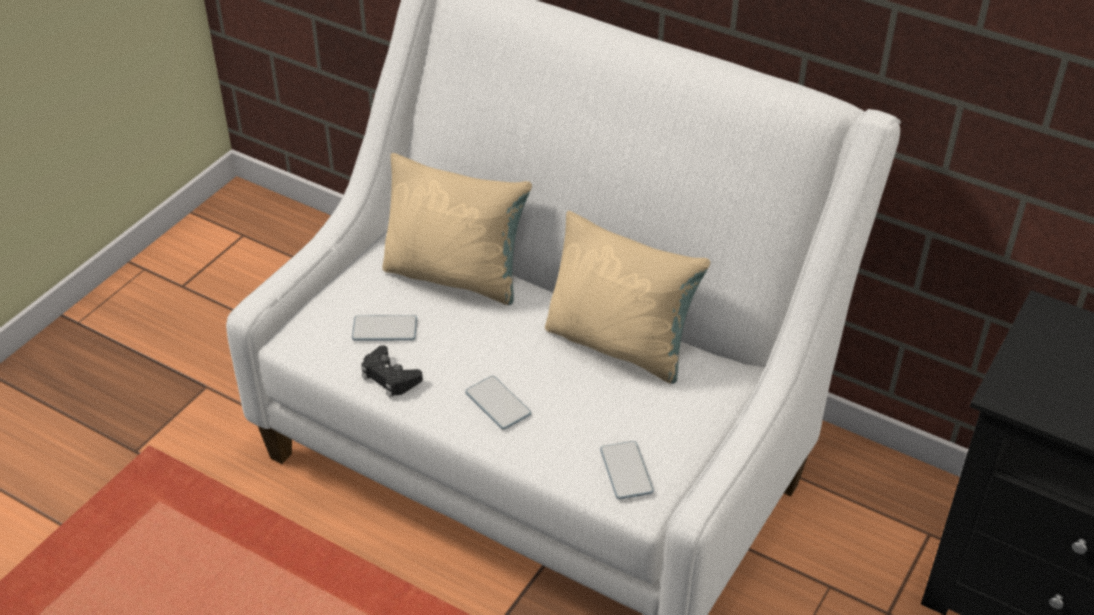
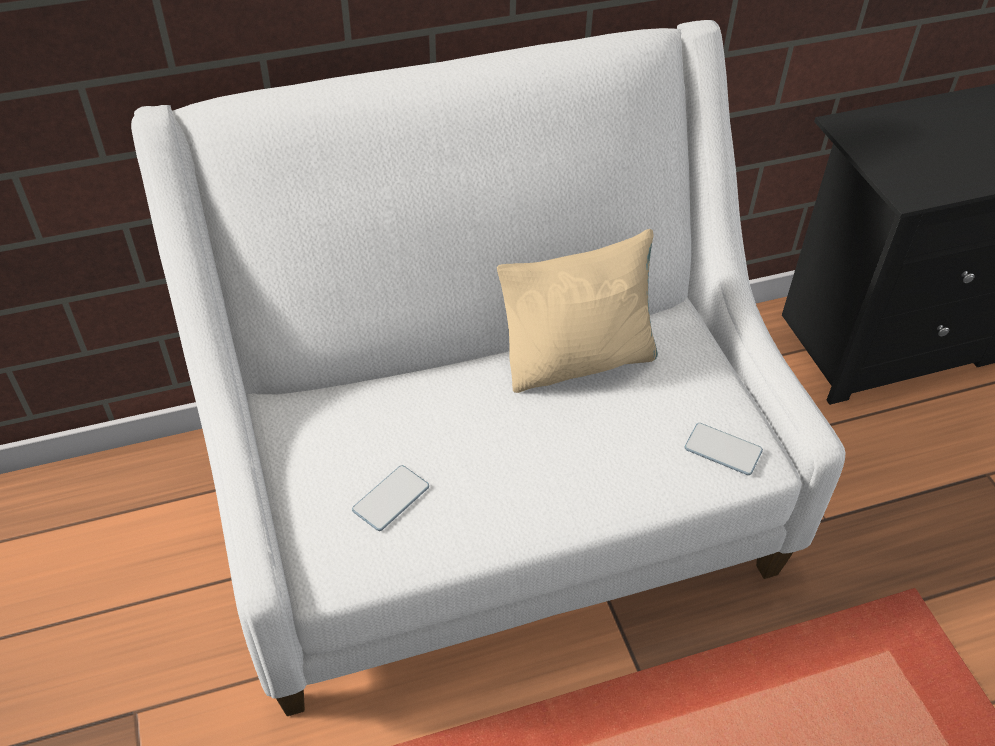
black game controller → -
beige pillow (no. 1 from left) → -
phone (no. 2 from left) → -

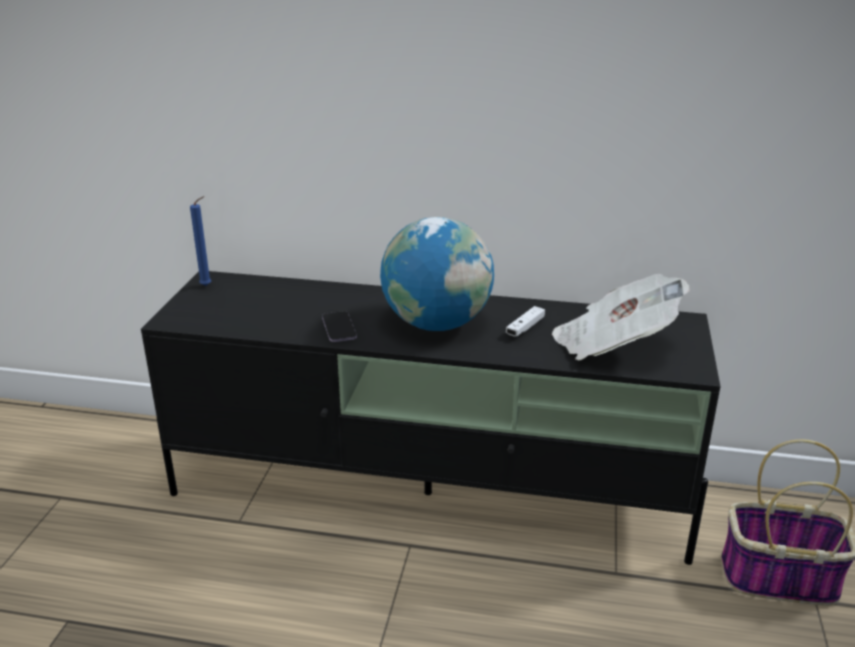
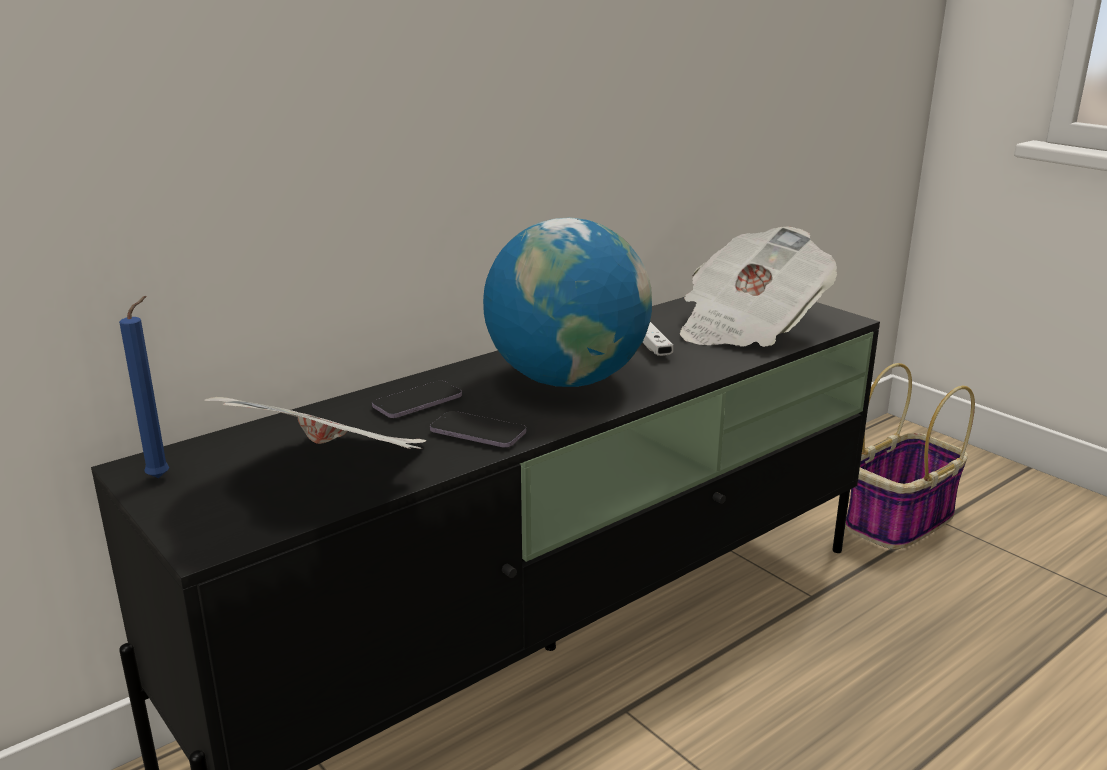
- → newspaper (no. 1 from left)
- → phone (no. 1 from left)

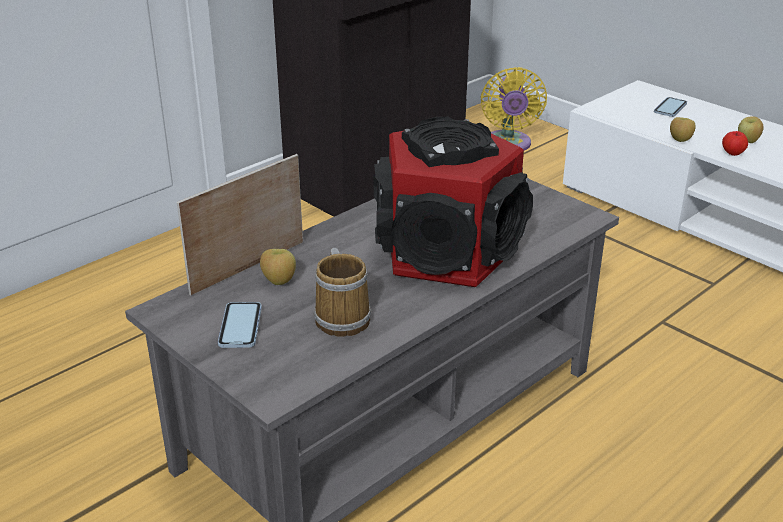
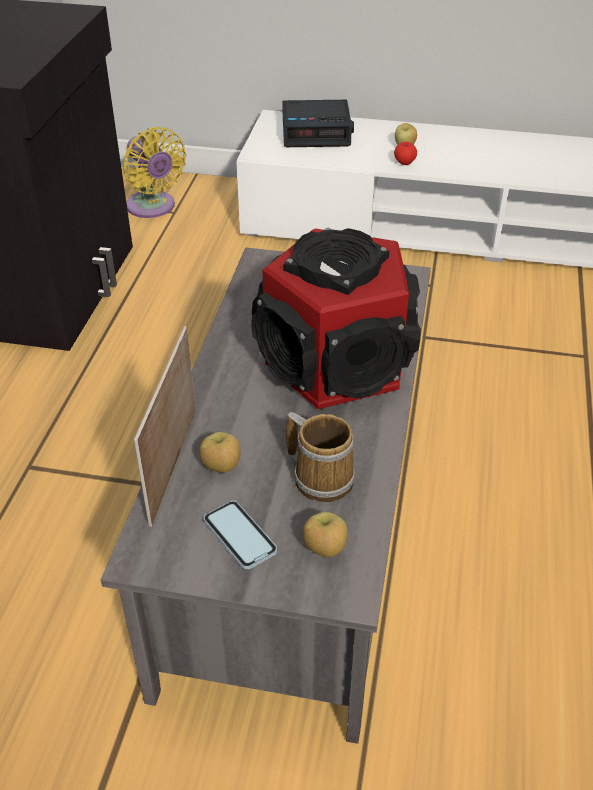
apple (no. 2 from left), shifted
phone (no. 2 from left) → alarm clock

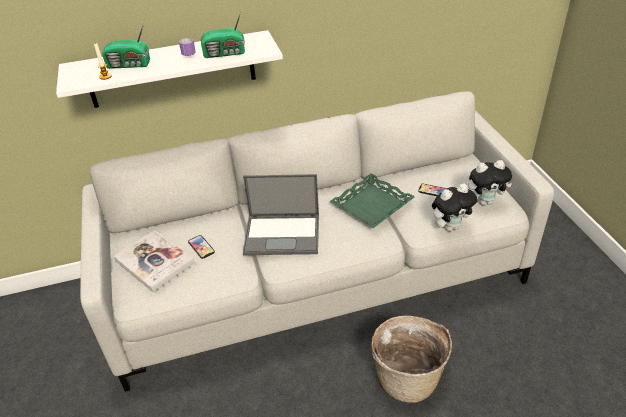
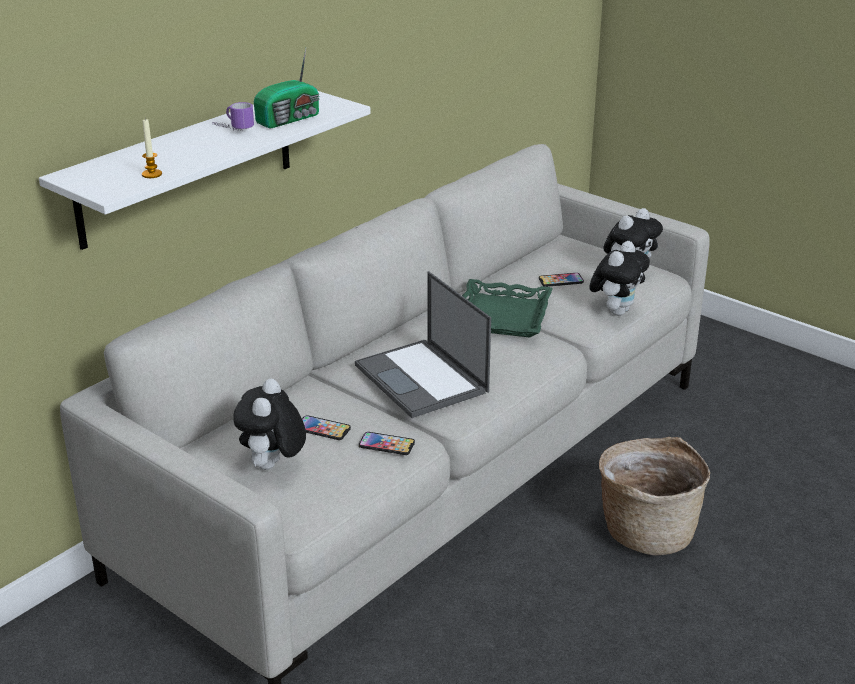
radio (no. 1 from left) → -
- → phone (no. 2 from left)
book → plush toy (no. 1 from left)
laptop, 90 degrees clockwise

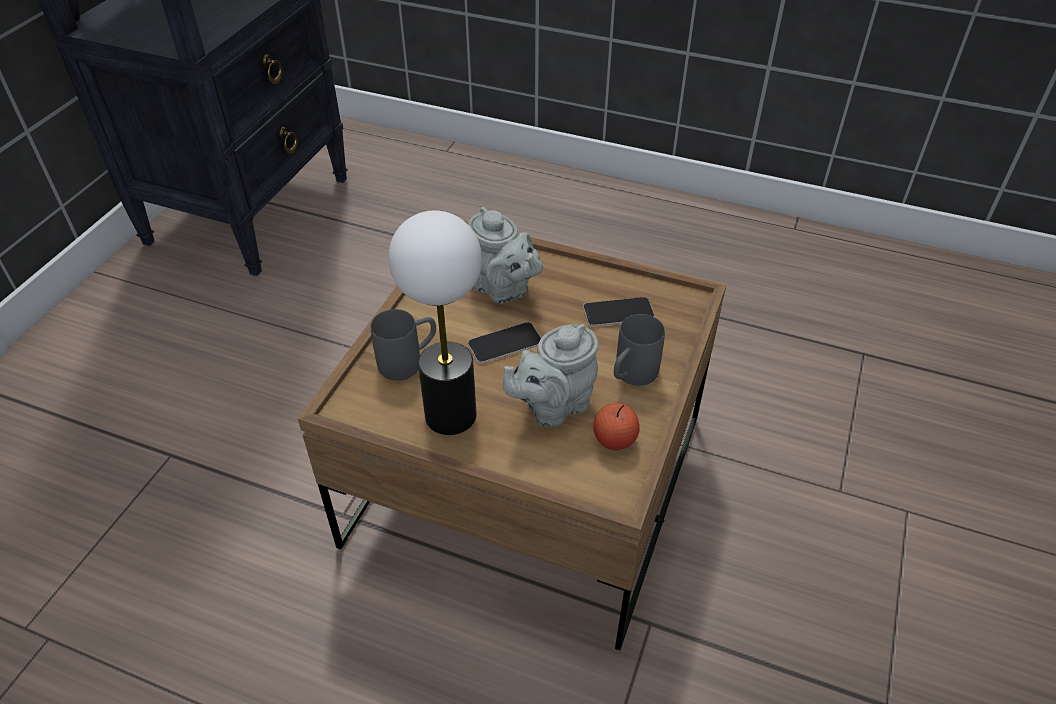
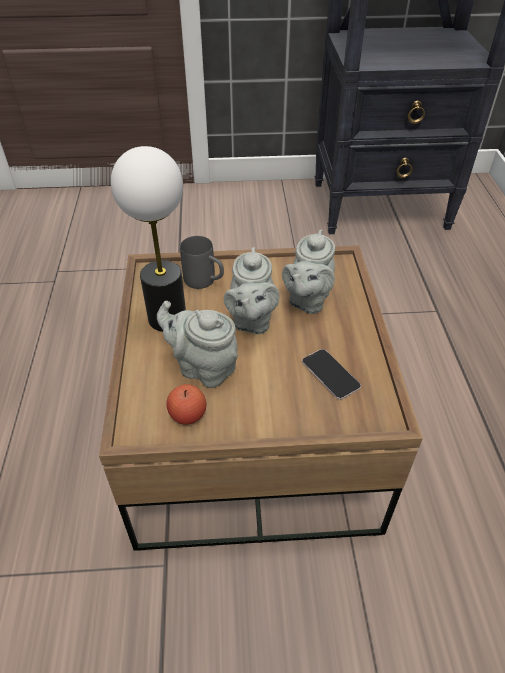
grey mug (no. 2 from left) → -
phone (no. 1 from left) → grey teapot (no. 2 from left)

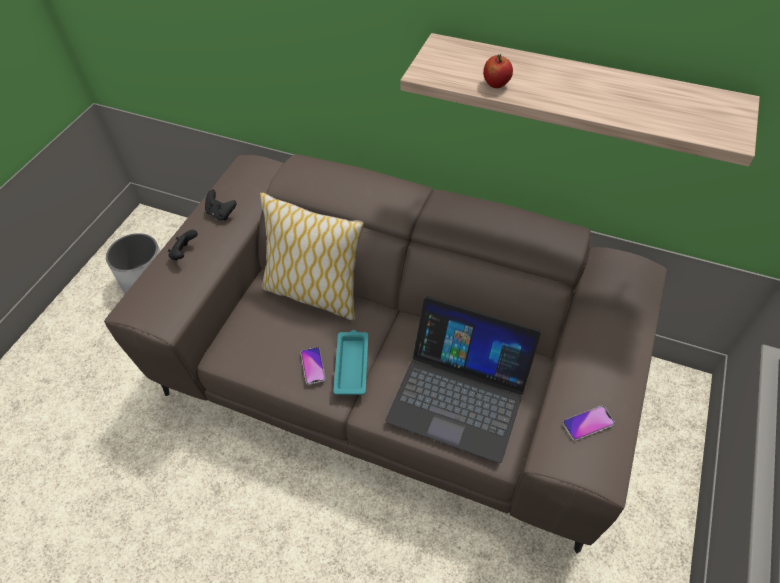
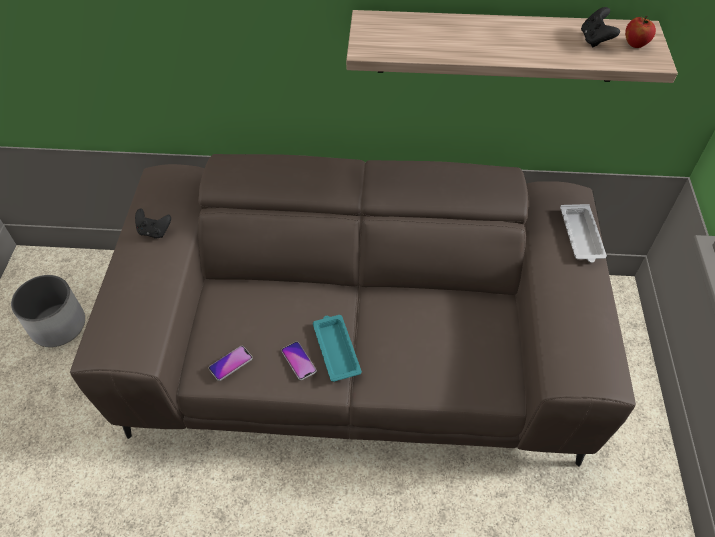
pillow → -
laptop → -
- → white tray
black game controller (no. 1 from left in the first image) → black game controller (no. 2 from left), shifted
apple, shifted
phone (no. 2 from left in the first image) → phone (no. 1 from left), shifted

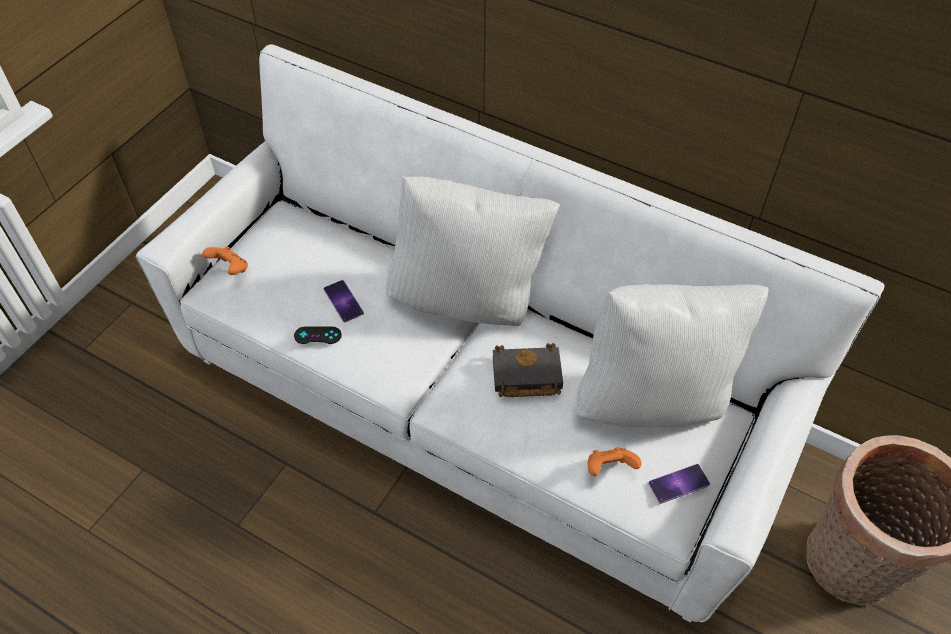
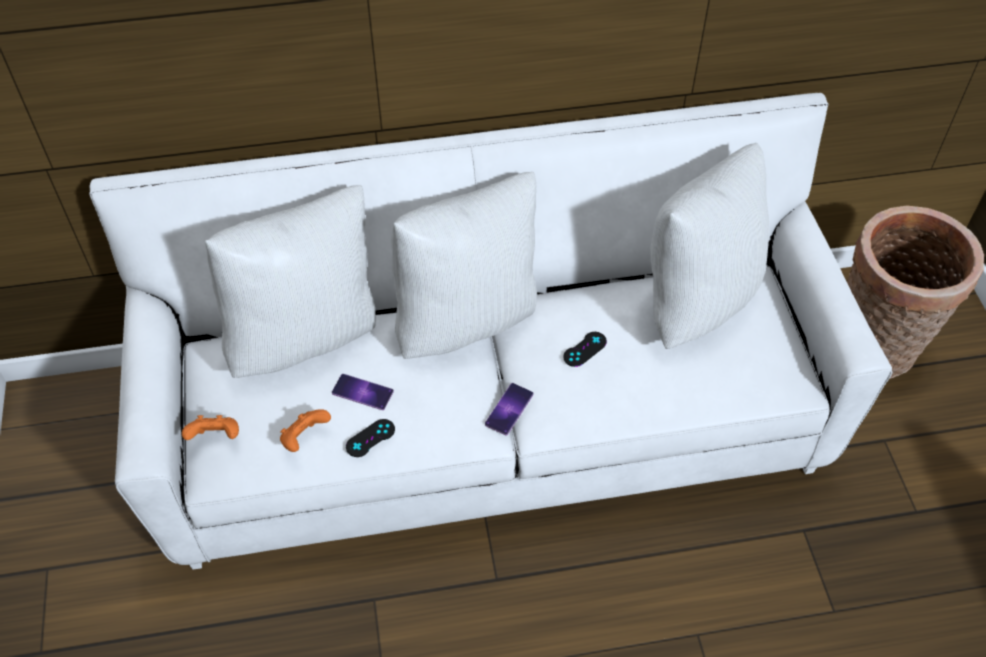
- → white pillow (no. 1 from left)
orange game controller (no. 2 from left), shifted
phone (no. 2 from left), shifted
black book → black game controller (no. 2 from left)

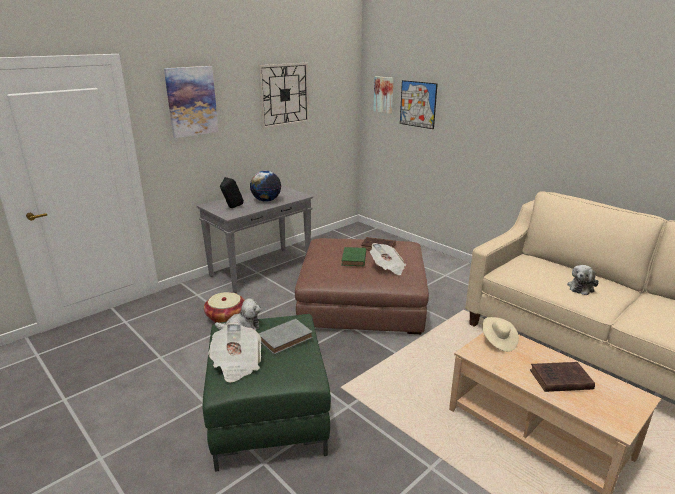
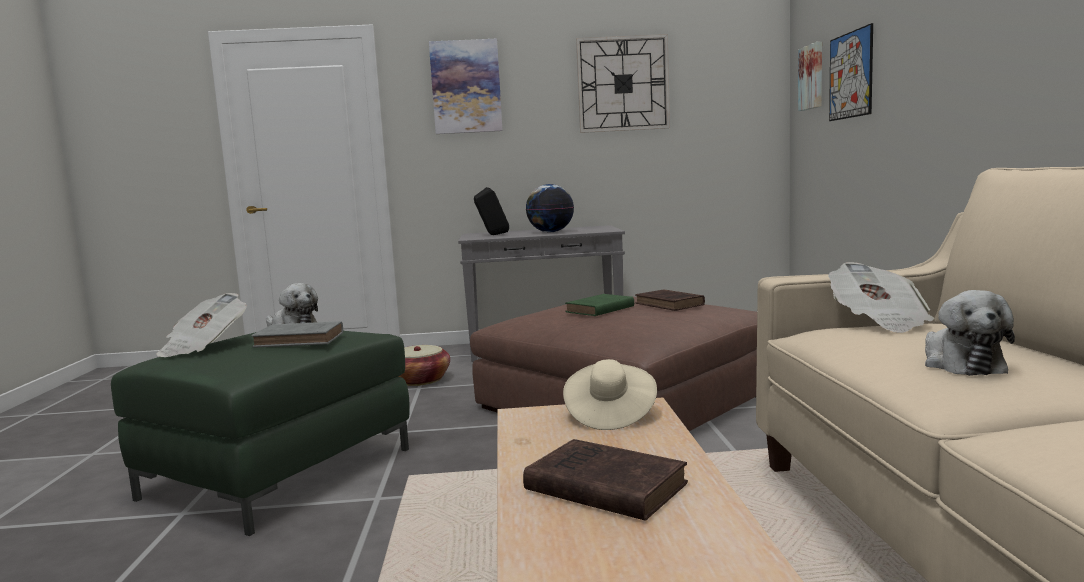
newspaper (no. 2 from left), shifted
plush toy (no. 2 from left), 75 degrees counterclockwise

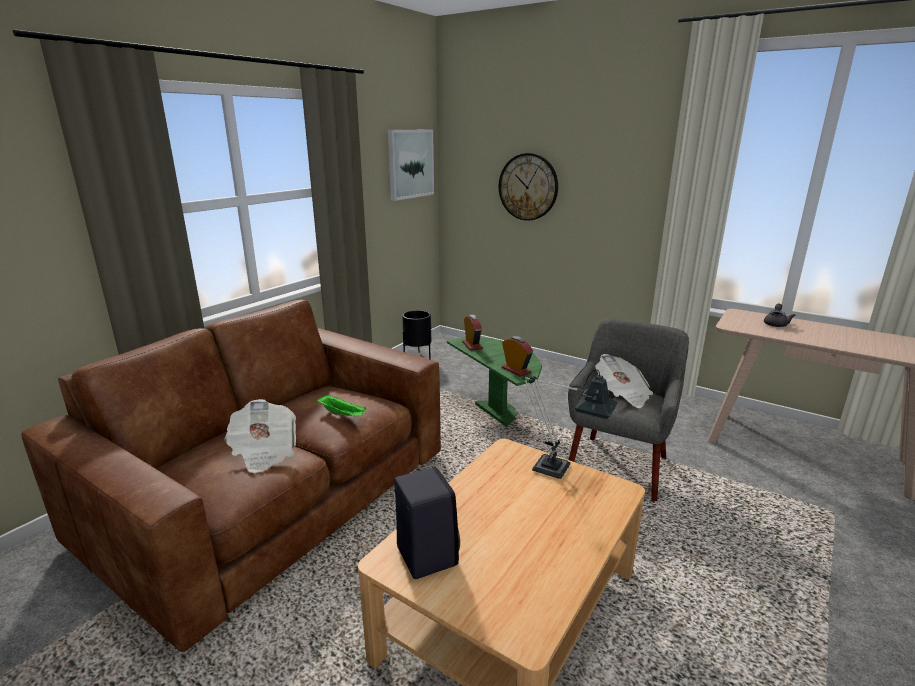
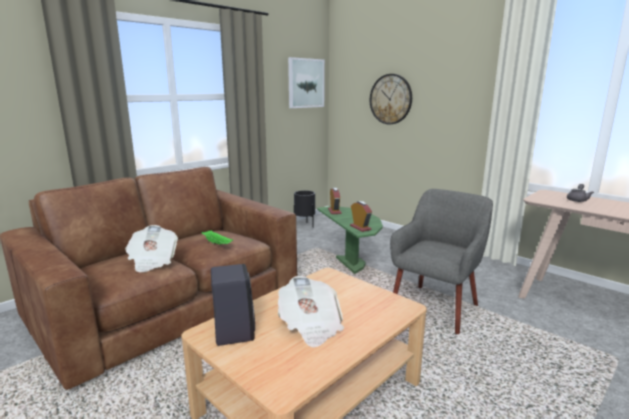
table lamp → -
newspaper (no. 2 from left), shifted

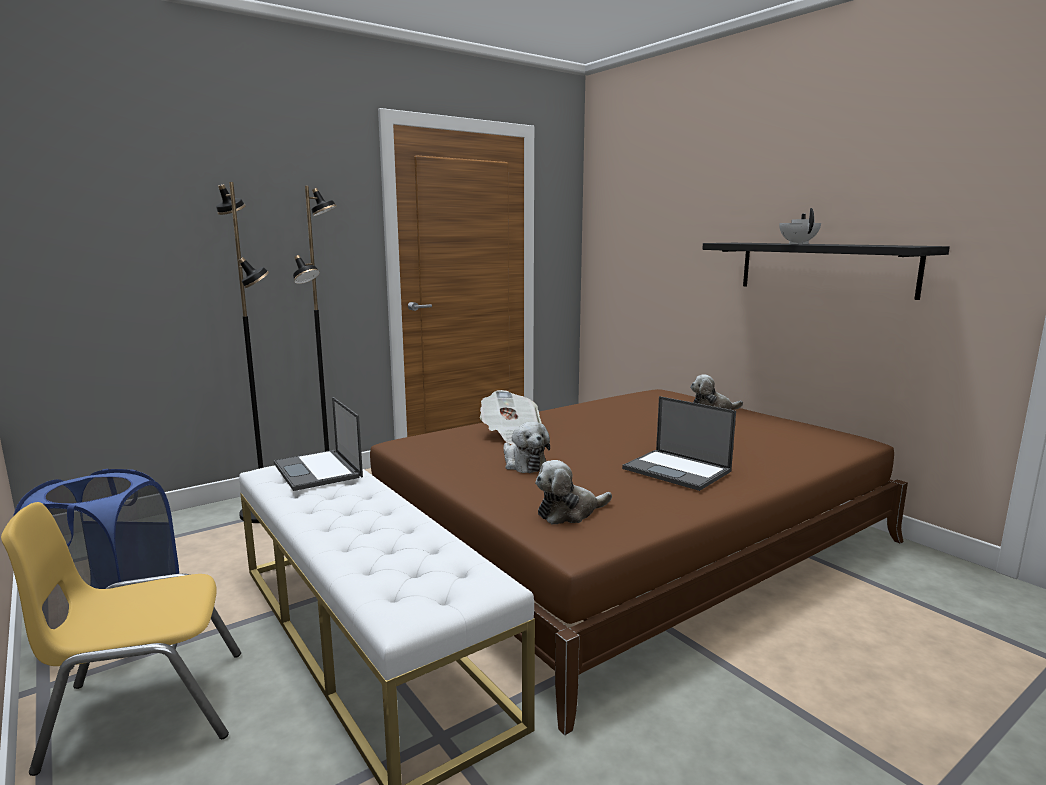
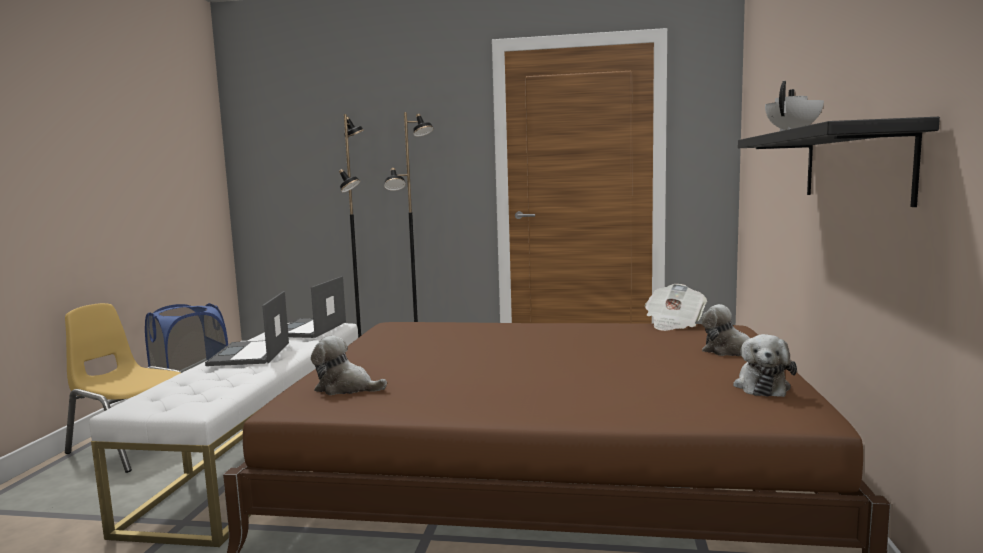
newspaper, shifted
plush toy (no. 1 from left in the first image) → plush toy (no. 3 from left), shifted
laptop (no. 2 from left in the first image) → laptop (no. 1 from left), shifted

